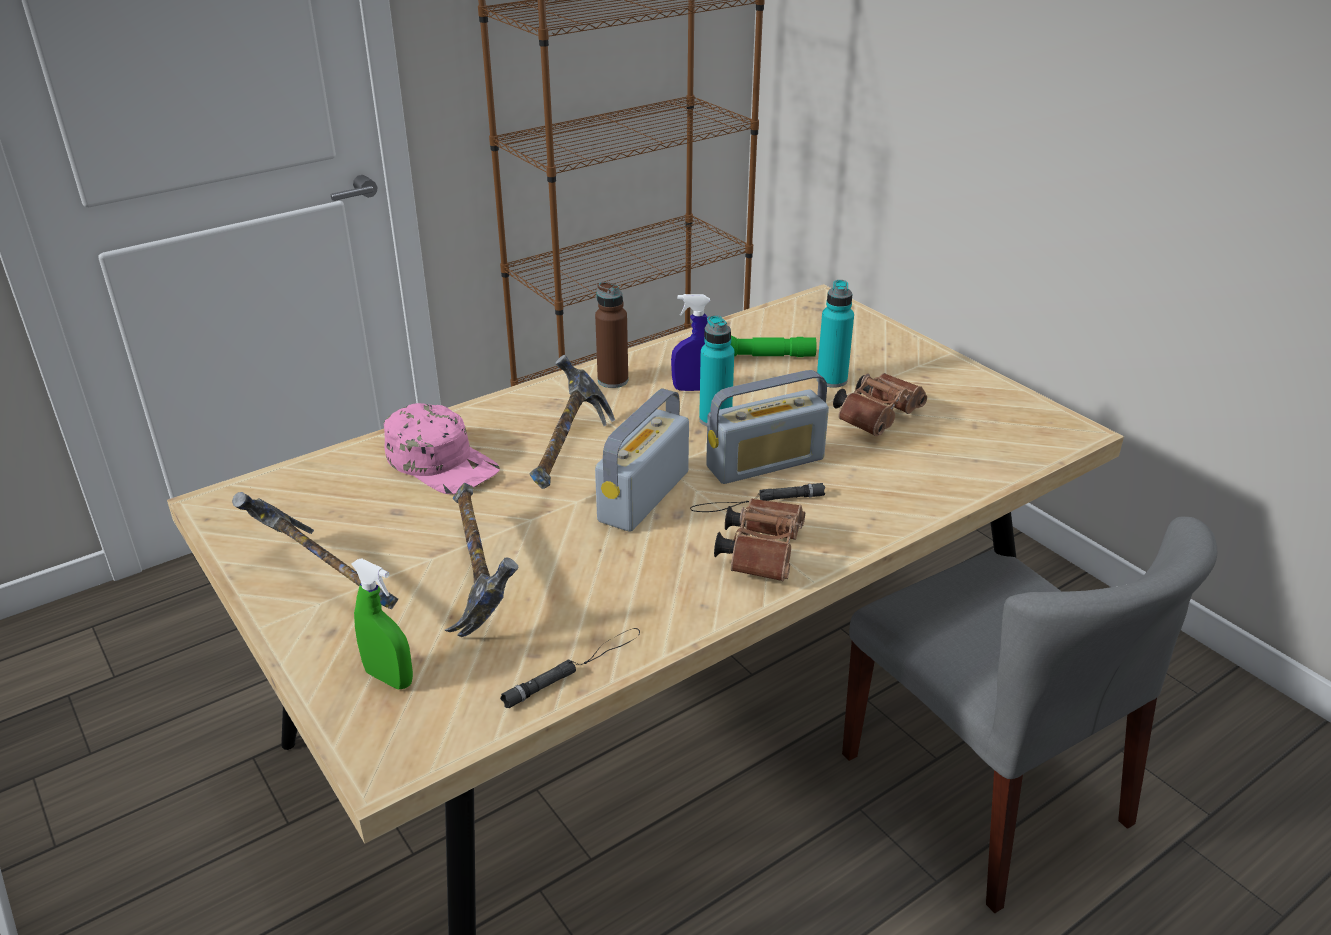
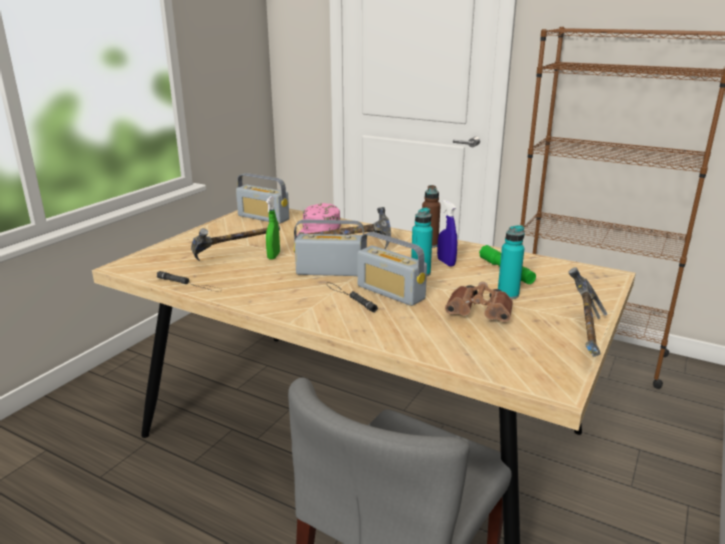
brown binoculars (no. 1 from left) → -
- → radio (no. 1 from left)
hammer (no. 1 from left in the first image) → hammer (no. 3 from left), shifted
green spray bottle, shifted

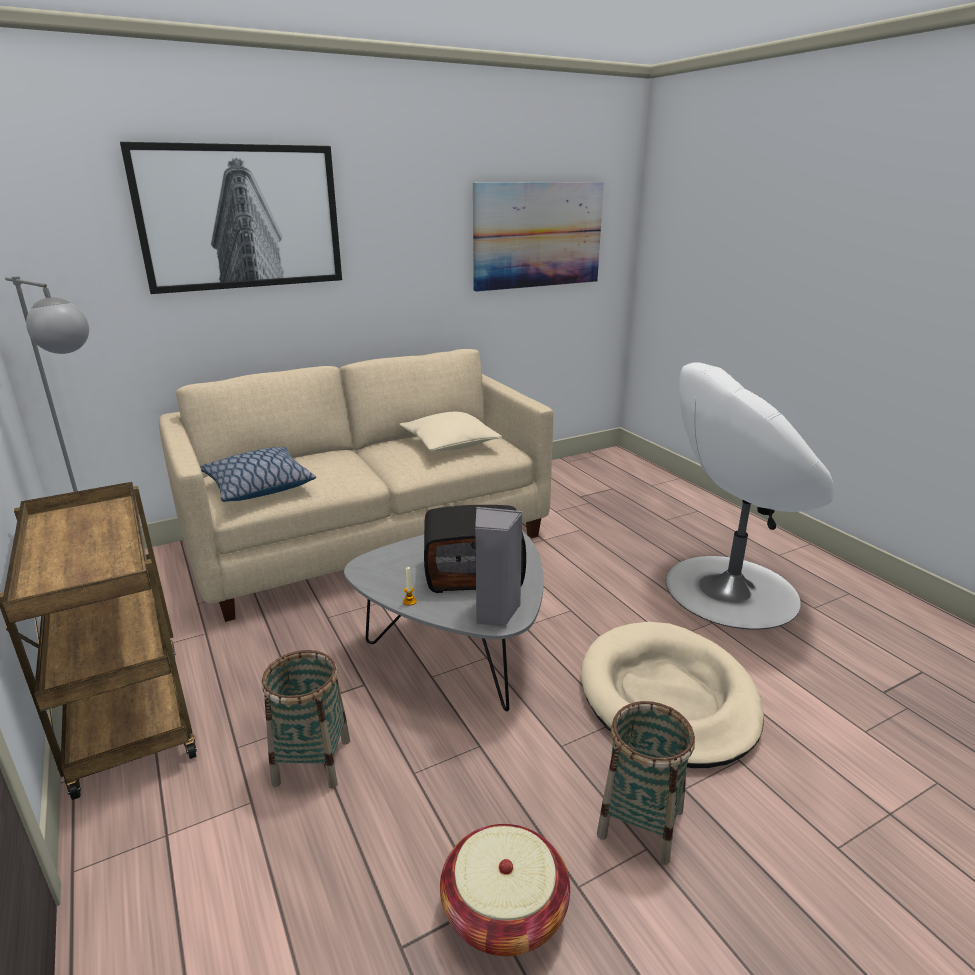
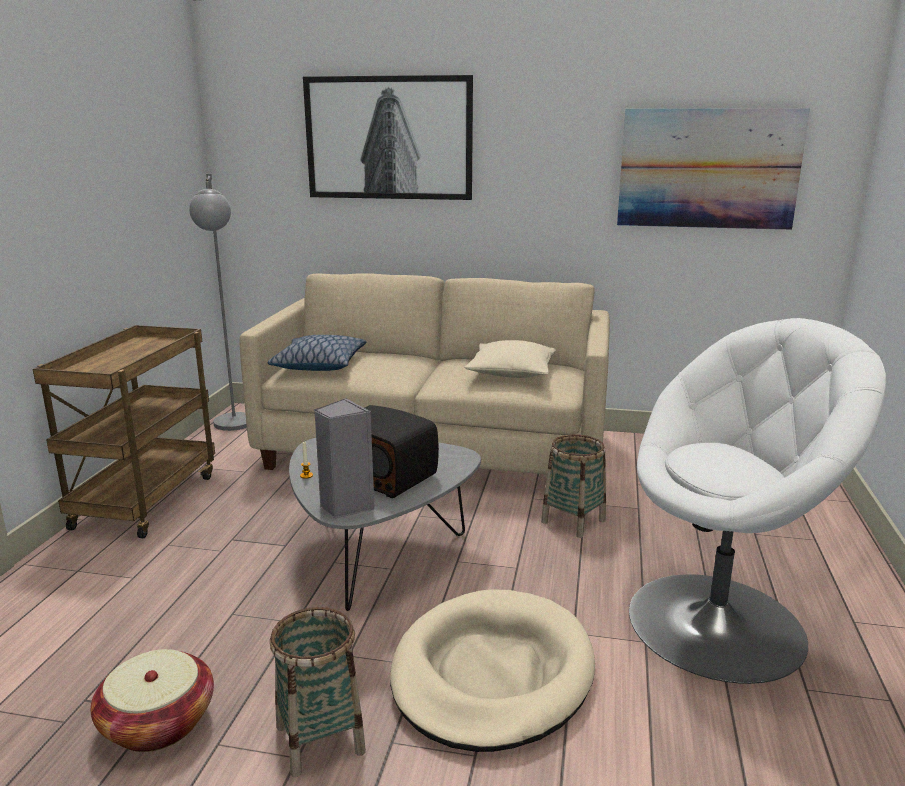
basket (no. 1 from left in the first image) → basket (no. 3 from left), shifted
white armchair, 135 degrees clockwise

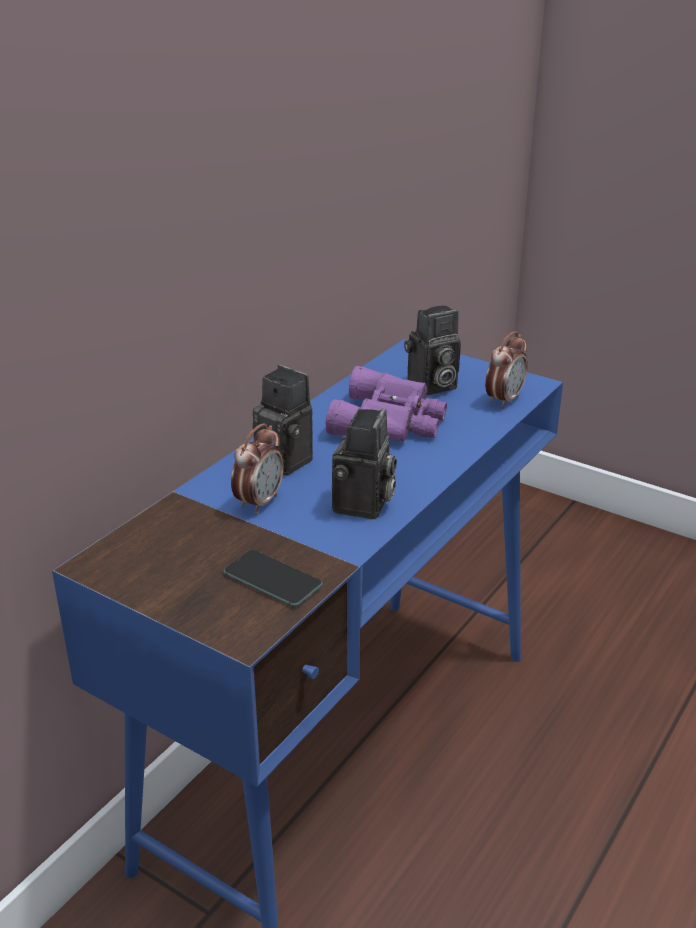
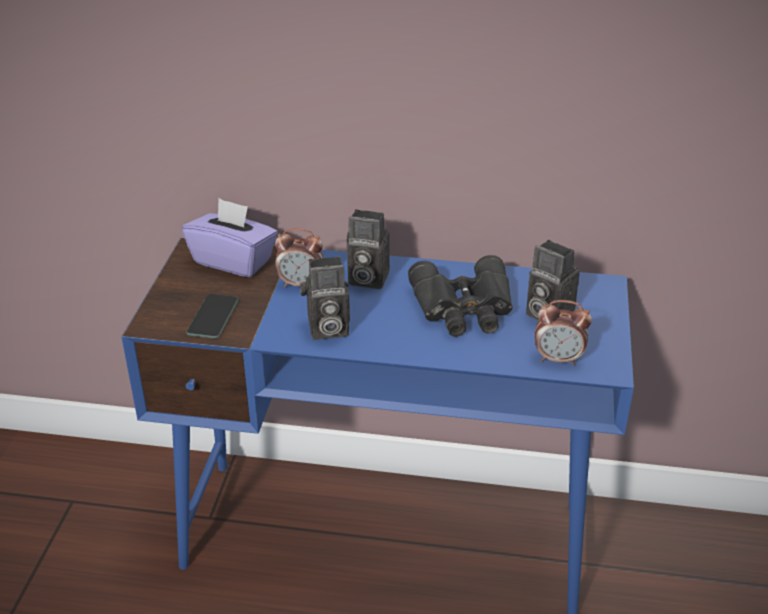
- → purple tissue box
purple binoculars → black binoculars
photo camera (no. 1 from left in the first image) → photo camera (no. 2 from left), 90 degrees clockwise

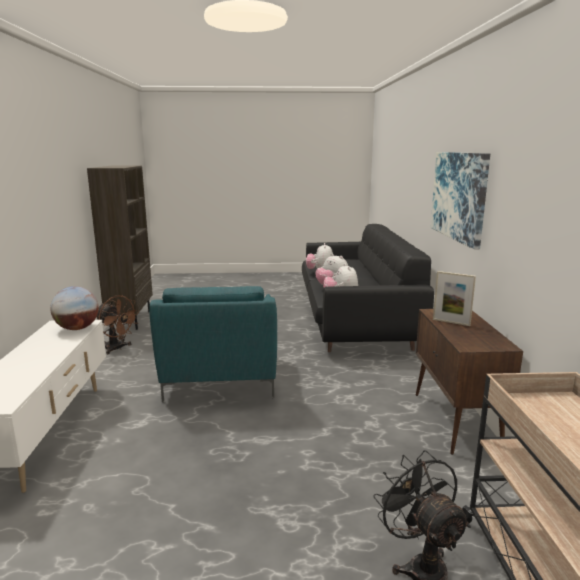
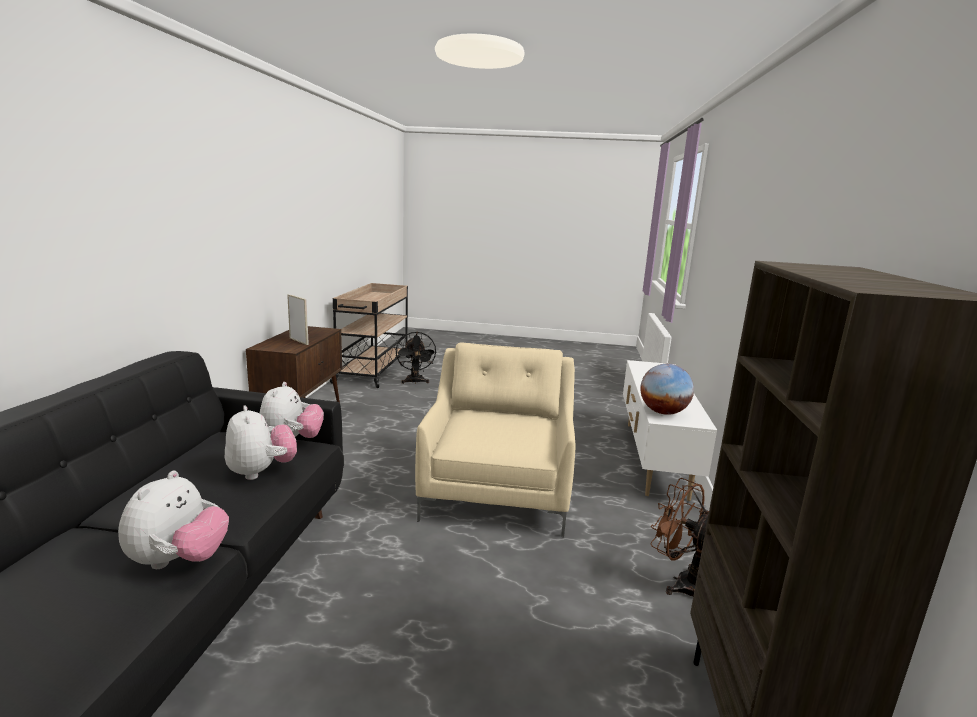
picture → -
turquoise armchair → beige armchair

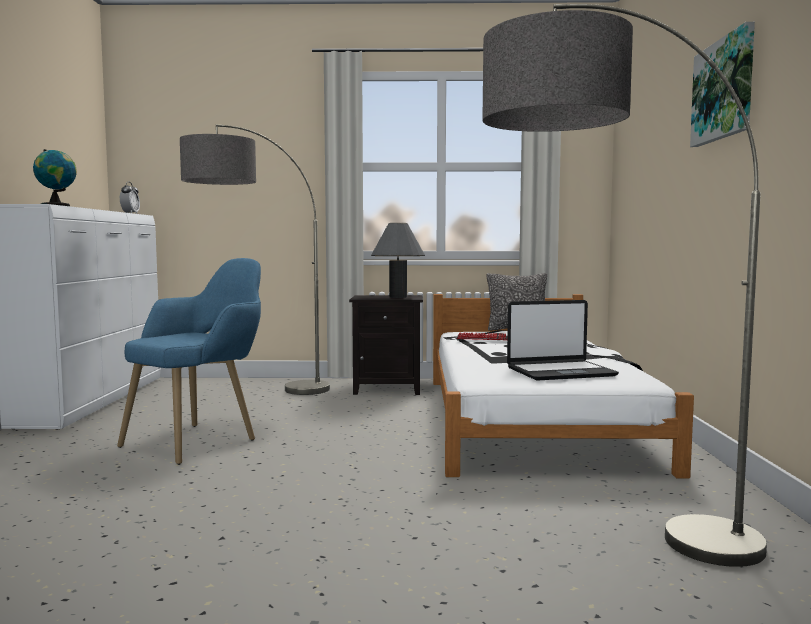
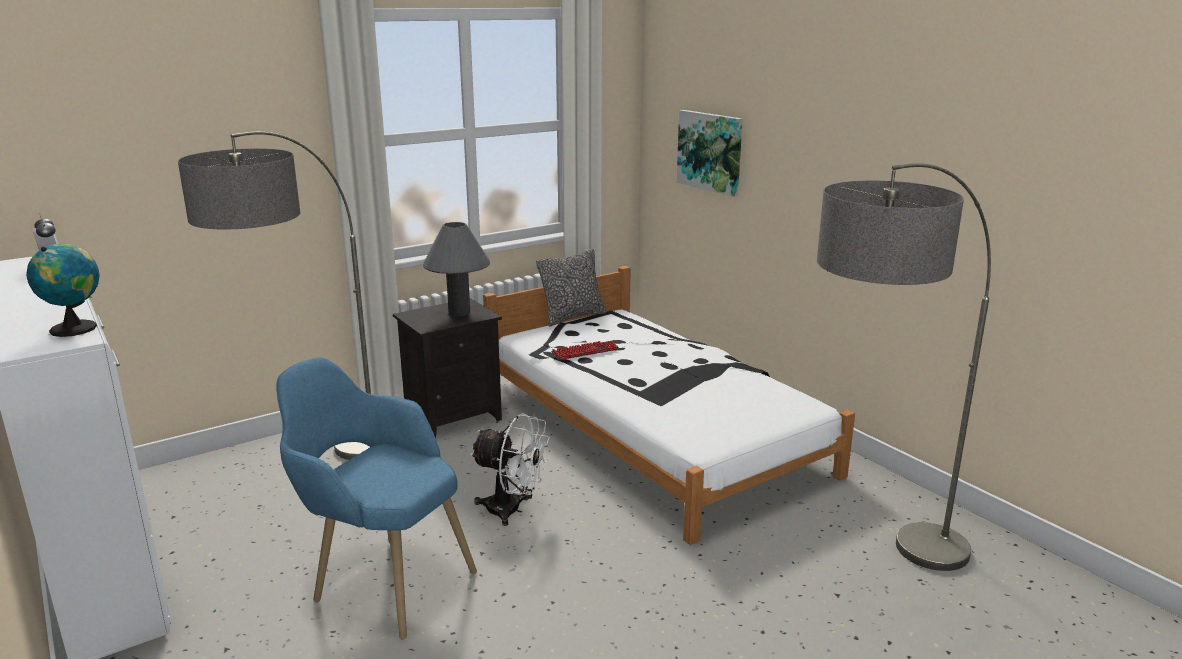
laptop → -
- → white fan
picture, shifted
blue armchair, 60 degrees counterclockwise

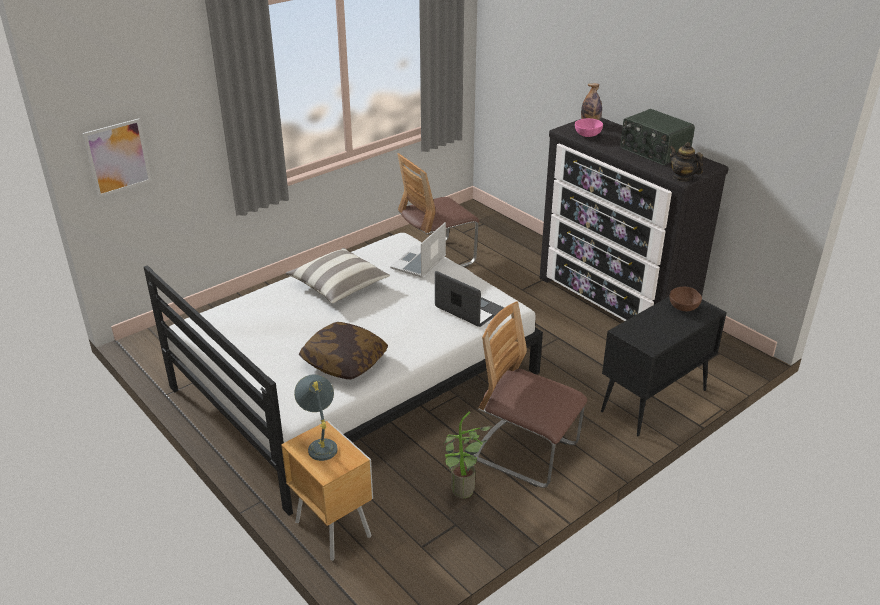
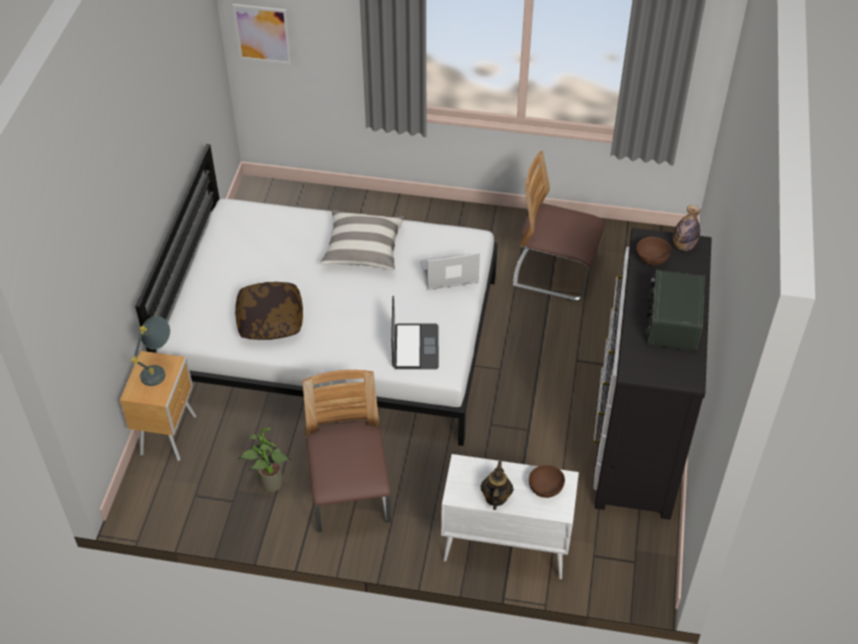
teapot, shifted
pink bowl → brown bowl (no. 2 from left)
black cabinet → white cabinet

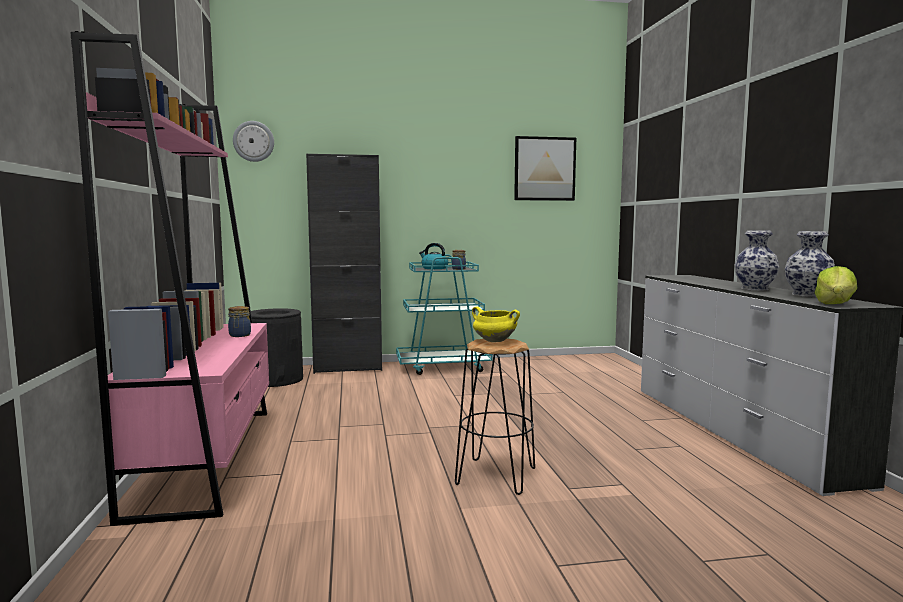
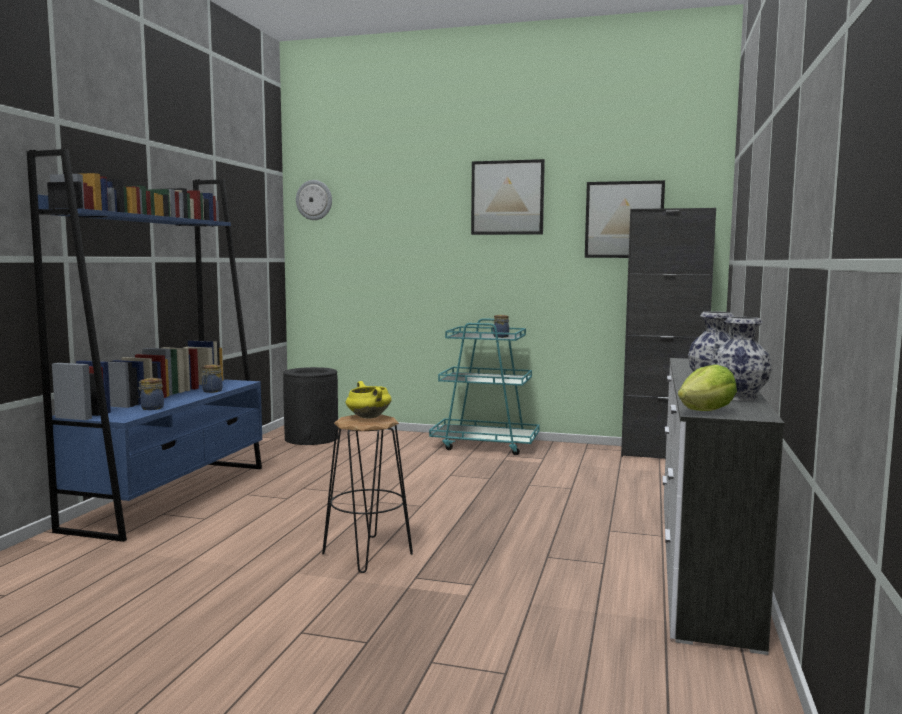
kettle → -
- → jar (no. 1 from left)
- → picture (no. 1 from left)
black cabinet, shifted
pink bookcase → blue bookcase

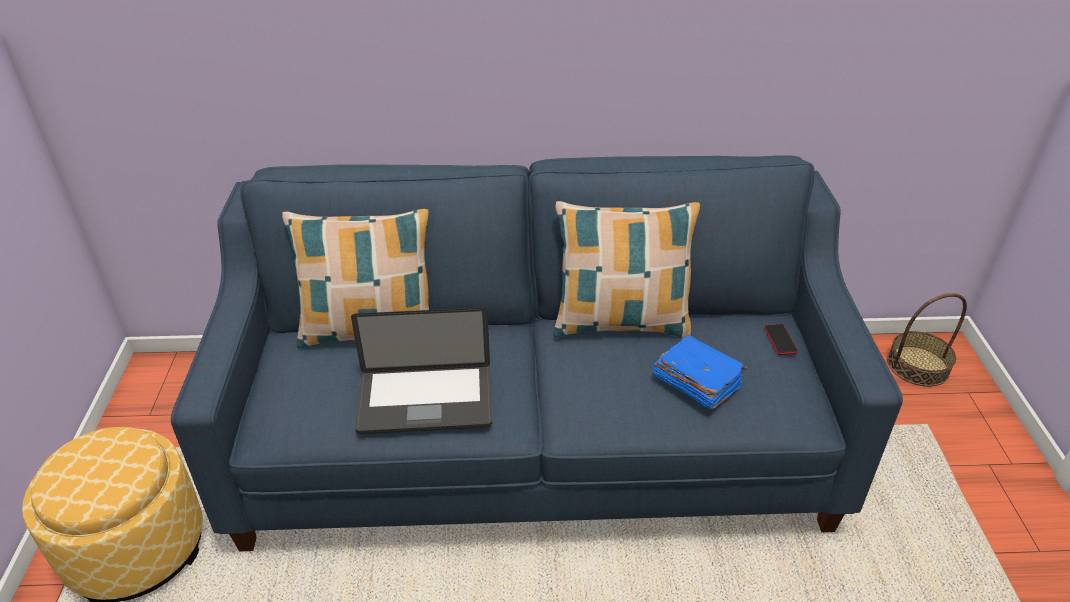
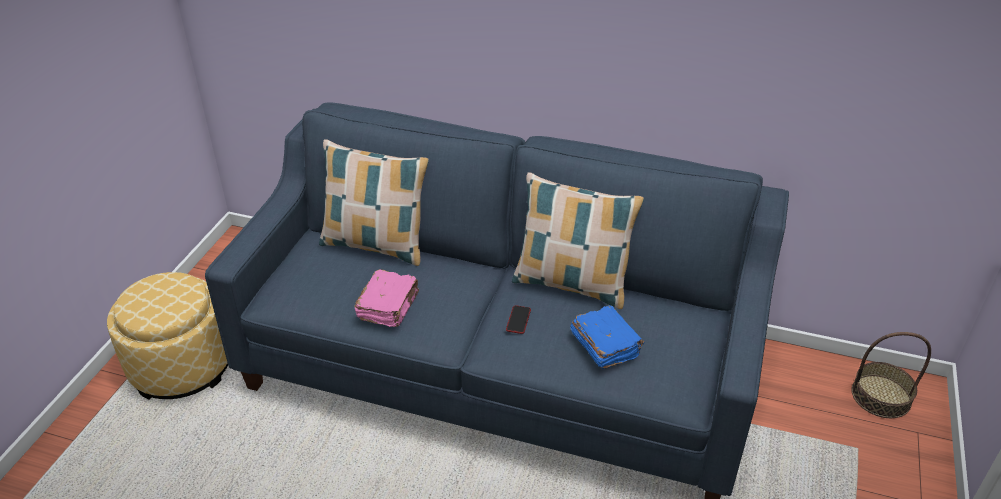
phone, shifted
laptop → pink book

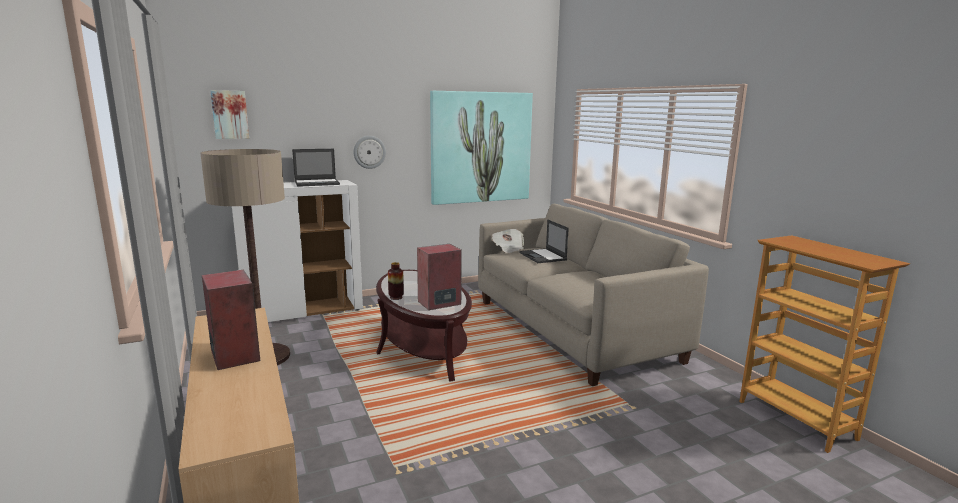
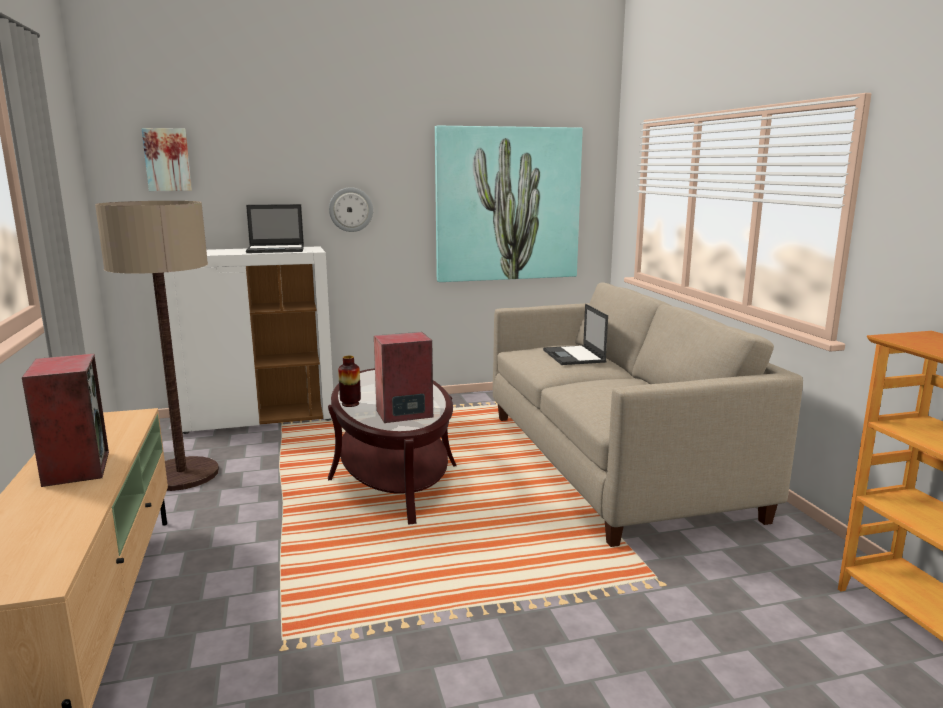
newspaper → -

